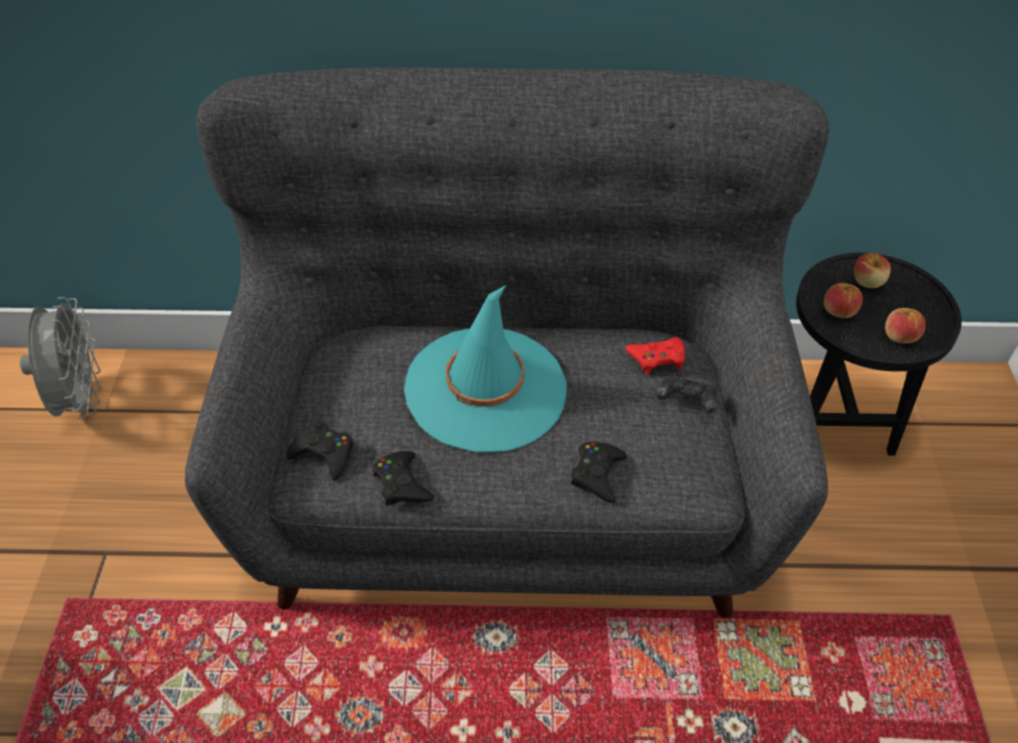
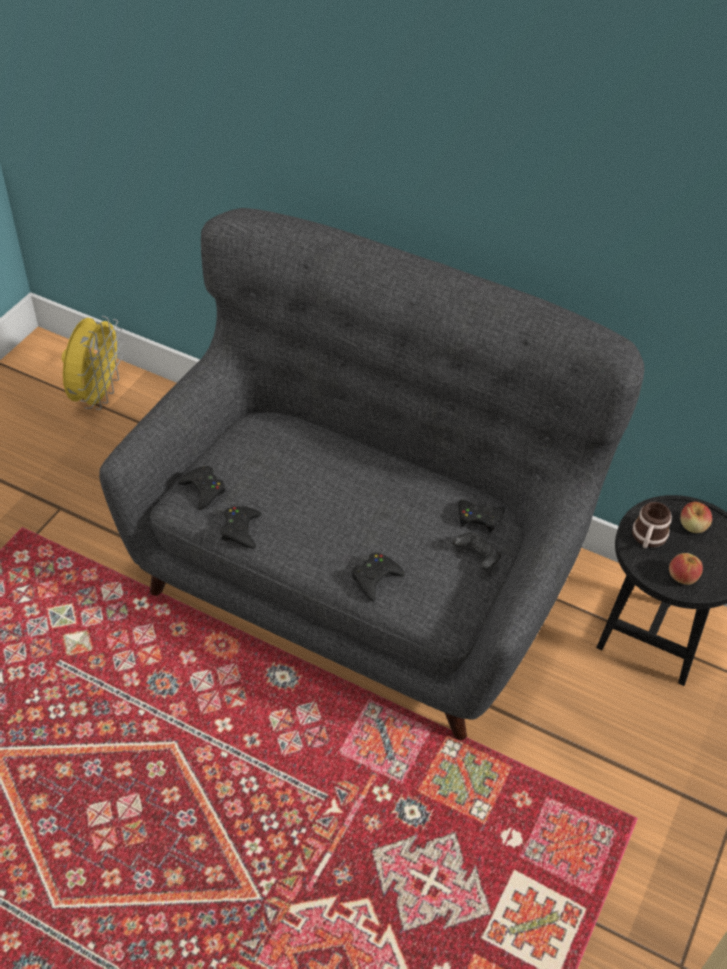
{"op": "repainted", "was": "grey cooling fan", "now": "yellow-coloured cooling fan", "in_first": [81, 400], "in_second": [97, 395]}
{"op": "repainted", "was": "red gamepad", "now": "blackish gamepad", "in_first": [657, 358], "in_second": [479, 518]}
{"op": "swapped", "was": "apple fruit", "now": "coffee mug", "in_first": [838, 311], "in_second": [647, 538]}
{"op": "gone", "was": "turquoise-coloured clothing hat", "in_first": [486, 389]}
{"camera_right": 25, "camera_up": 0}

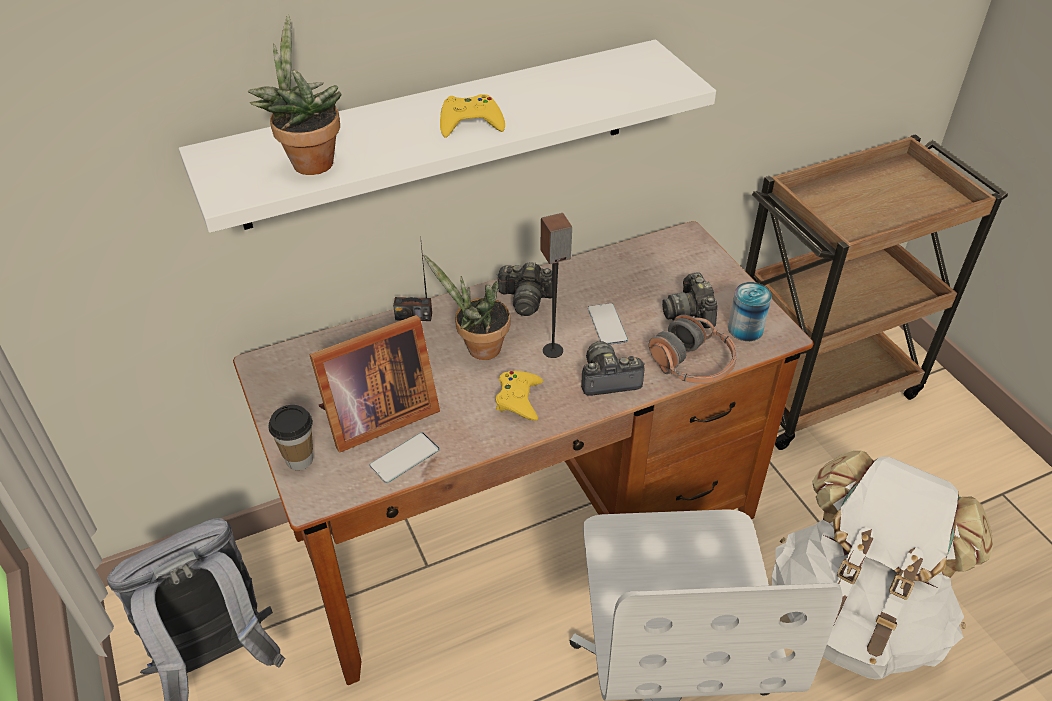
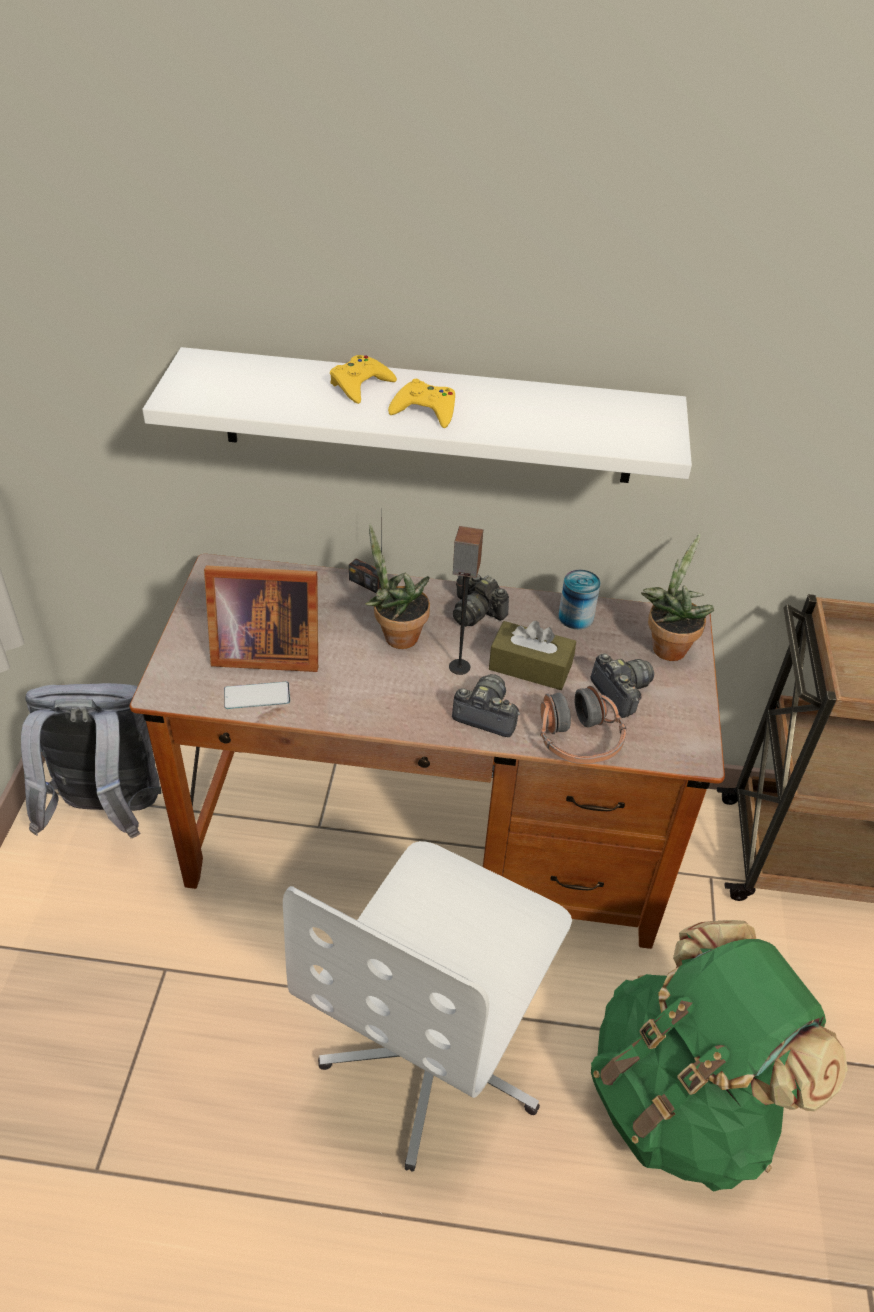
{"op": "shifted", "was": "yellow-coloured gamepad", "in_first": [519, 399], "in_second": [360, 385]}
{"op": "swapped", "was": "telephone", "now": "brown-coloured tissue box", "in_first": [607, 324], "in_second": [530, 667]}
{"op": "shifted", "was": "sealed can", "in_first": [745, 329], "in_second": [575, 617]}
{"op": "rotated", "was": "still camera", "in_first": [690, 312], "in_second": [621, 692], "clockwise": 135}
{"op": "repainted", "was": "whitish knapsack", "now": "green knapsack", "in_first": [855, 615], "in_second": [683, 1098]}
{"op": "shifted", "was": "plant in a pot", "in_first": [309, 161], "in_second": [667, 645]}
{"op": "gone", "was": "drinking cup", "in_first": [299, 460]}
{"camera_right": 30, "camera_up": 0}

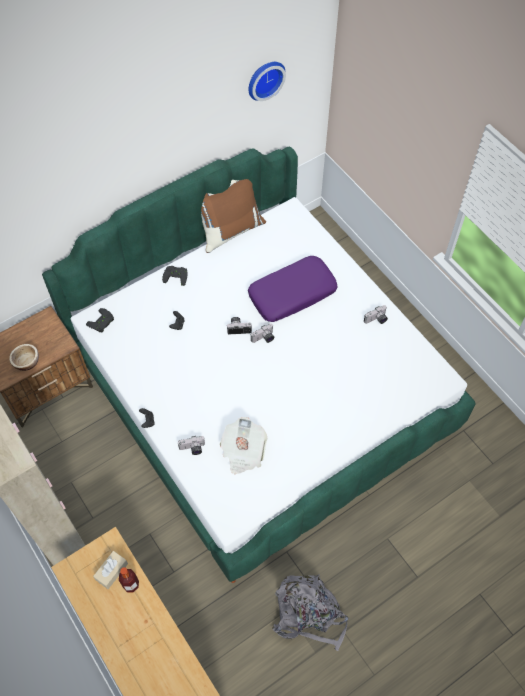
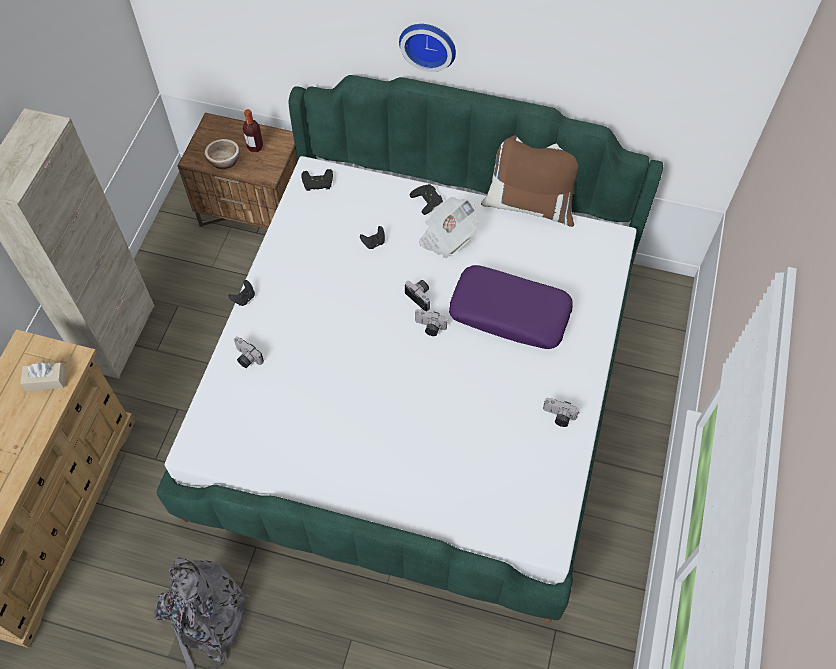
{"op": "shifted", "was": "beverage bottle", "in_first": [131, 585], "in_second": [255, 147]}
{"op": "shifted", "was": "wall clock", "in_first": [264, 79], "in_second": [428, 43]}
{"op": "shifted", "was": "daily paper", "in_first": [243, 452], "in_second": [447, 237]}
{"camera_right": 50, "camera_up": 0}

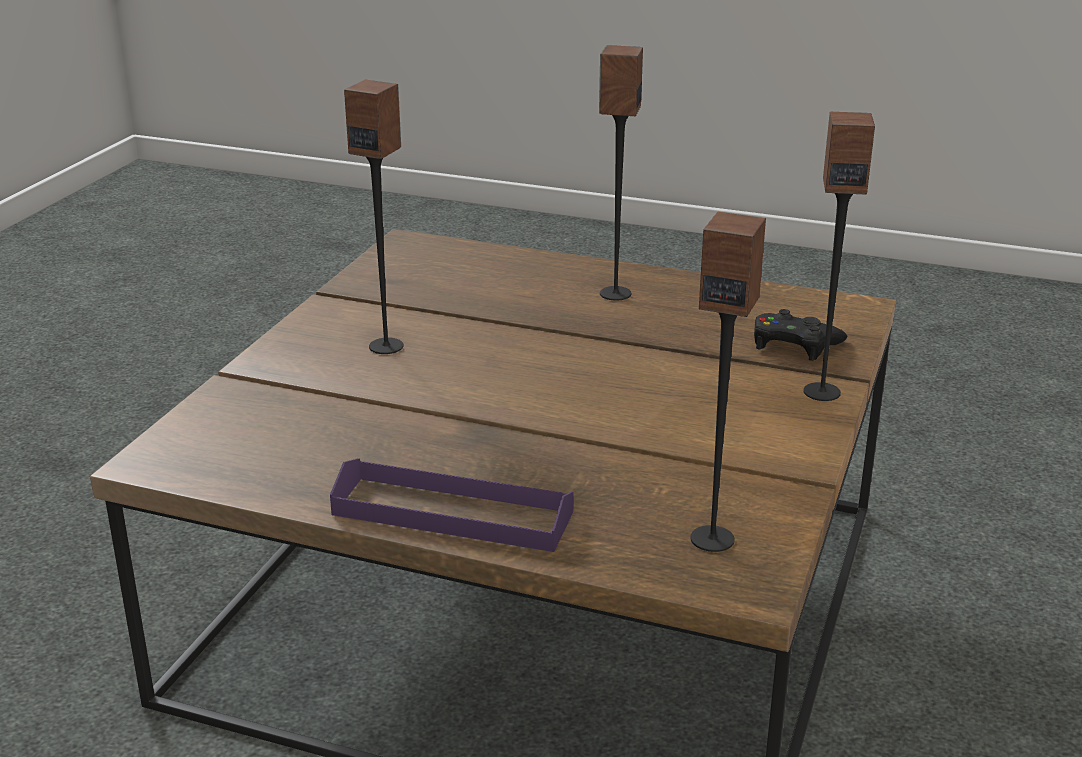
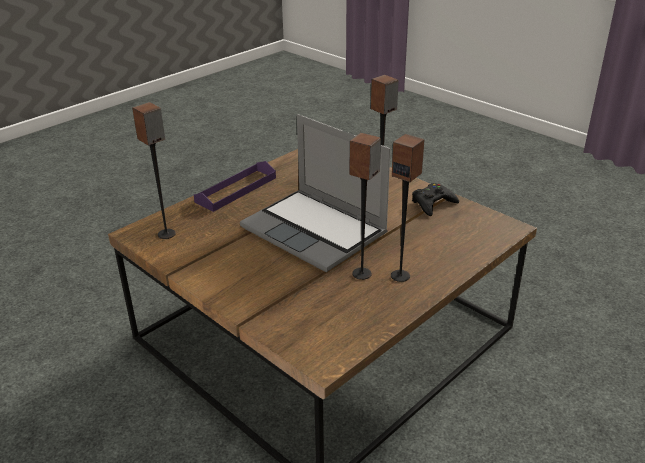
{"op": "new", "now": "portable computer", "in_second": [316, 231]}
{"op": "shifted", "was": "speaker", "in_first": [822, 392], "in_second": [362, 274]}
{"op": "shifted", "was": "blackish gamepad", "in_first": [794, 344], "in_second": [433, 203]}
{"camera_right": 115, "camera_up": 5}

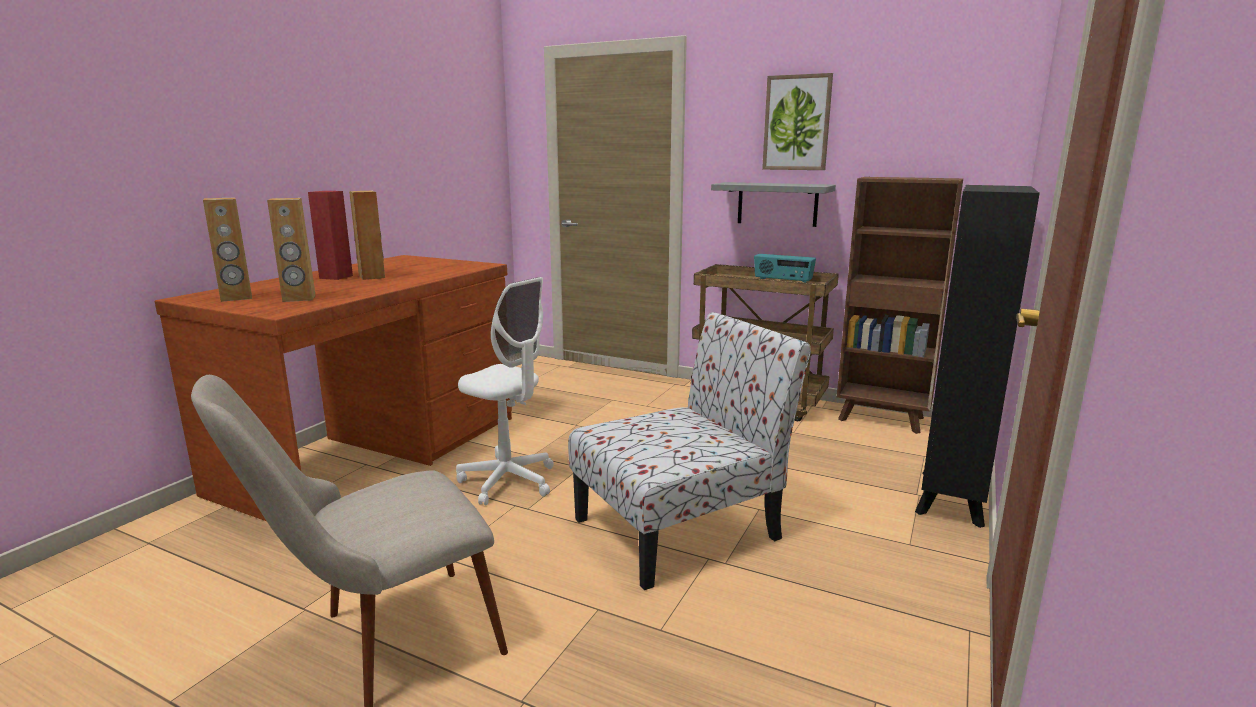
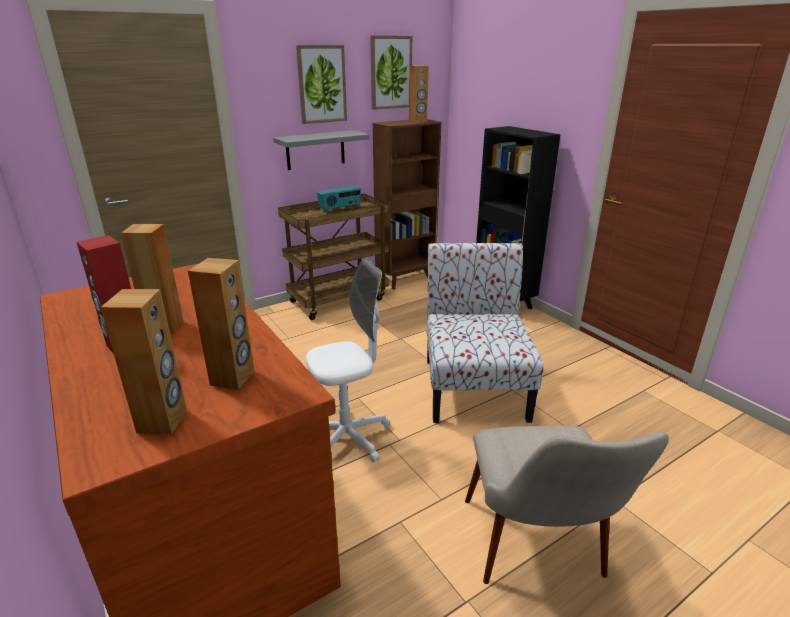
{"op": "new", "now": "picture", "in_second": [390, 72]}
{"op": "new", "now": "brown-coloured speaker", "in_second": [418, 121]}
{"camera_right": -60, "camera_up": 10}

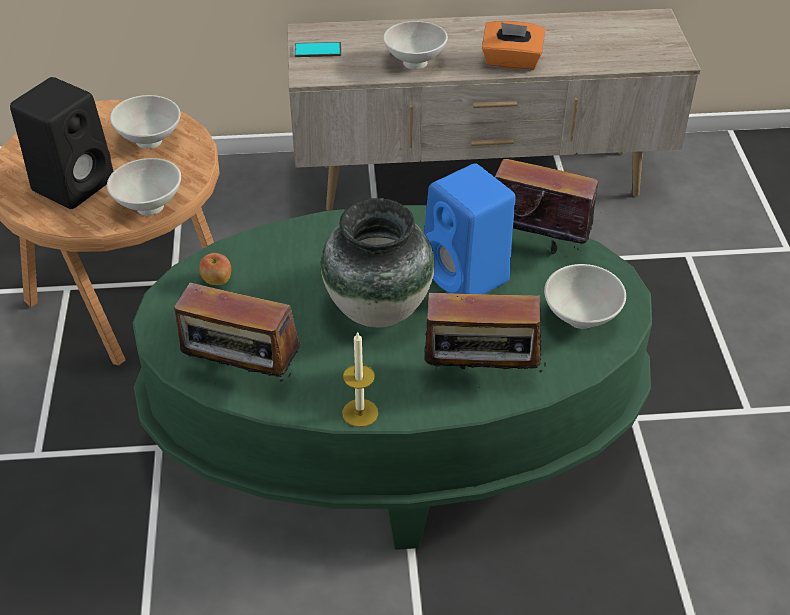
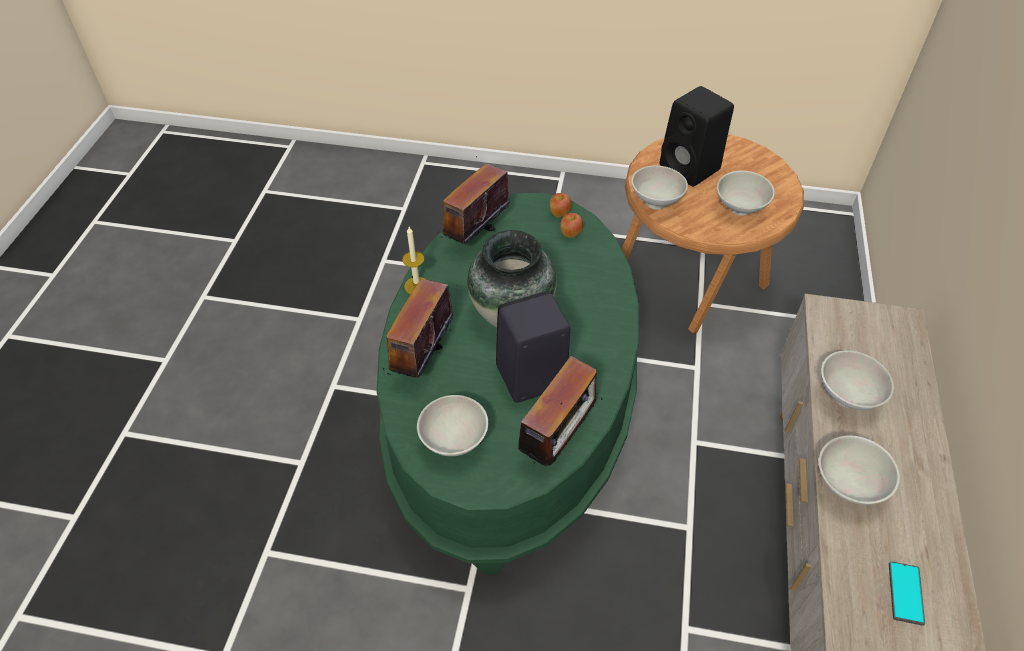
{"op": "repainted", "was": "blue-coloured speaker", "now": "blackish speaker", "in_first": [468, 277], "in_second": [529, 377]}
{"op": "new", "now": "apple fruit", "in_second": [559, 213]}
{"op": "swapped", "was": "orange-coloured tissue box", "now": "whitish bowl", "in_first": [511, 62], "in_second": [848, 487]}
{"op": "shifted", "was": "telephone", "in_first": [318, 50], "in_second": [906, 593]}
{"camera_right": 105, "camera_up": 5}

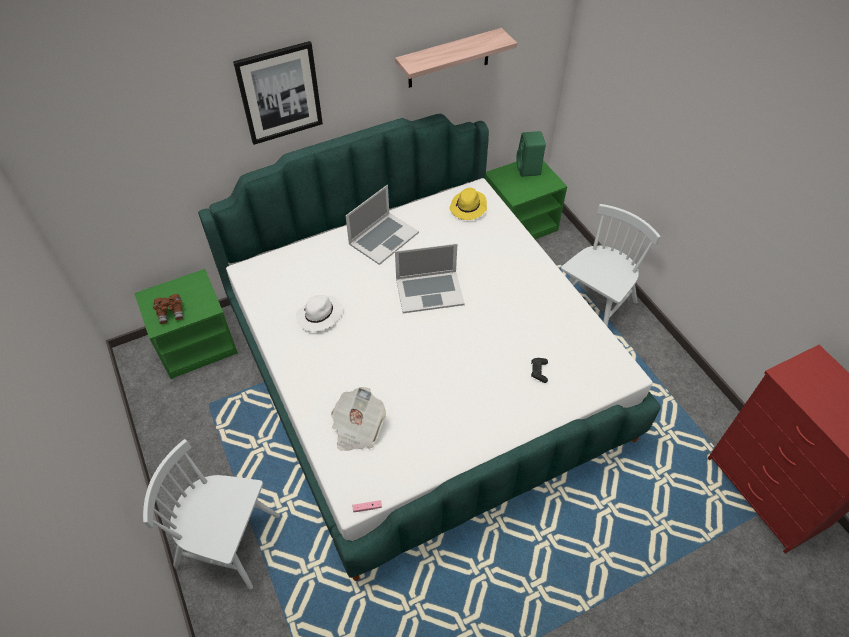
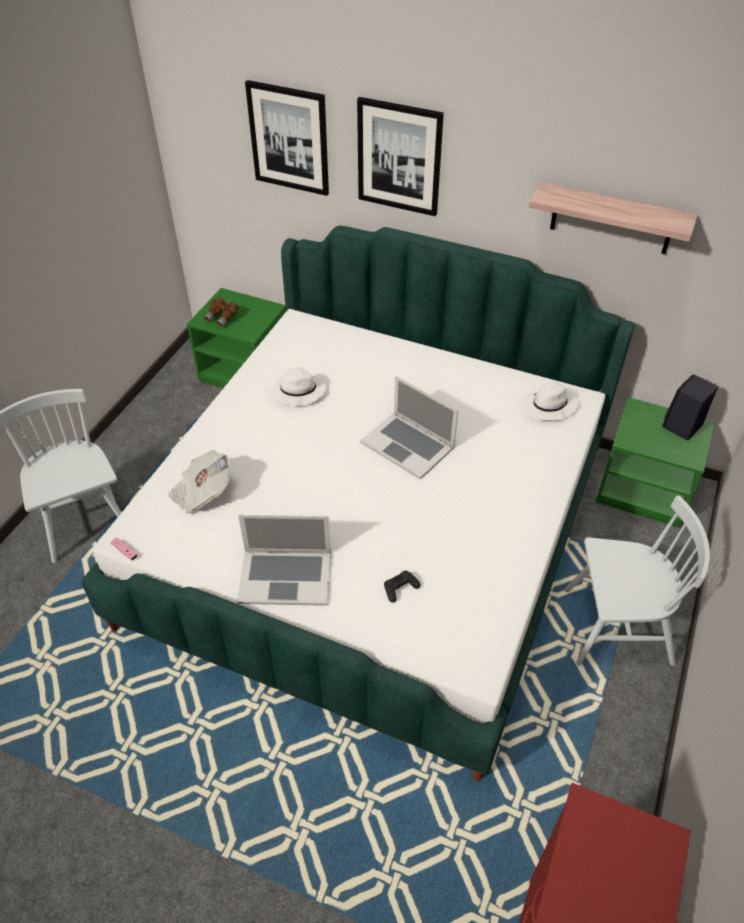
{"op": "shifted", "was": "portable computer", "in_first": [383, 238], "in_second": [285, 576]}
{"op": "new", "now": "picture", "in_second": [289, 138]}
{"op": "repainted", "was": "yellow-coloured clothing hat", "now": "whitish clothing hat", "in_first": [468, 208], "in_second": [548, 407]}
{"op": "repainted", "was": "green speaker", "now": "blackish speaker", "in_first": [529, 169], "in_second": [682, 427]}
{"camera_right": 50, "camera_up": -5}

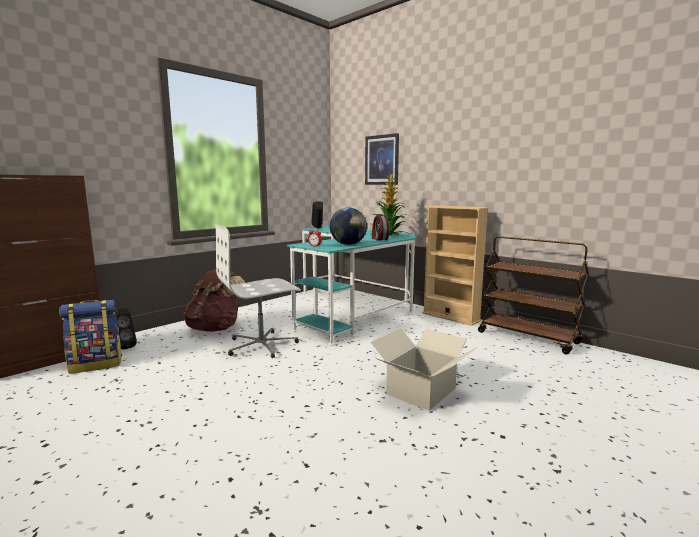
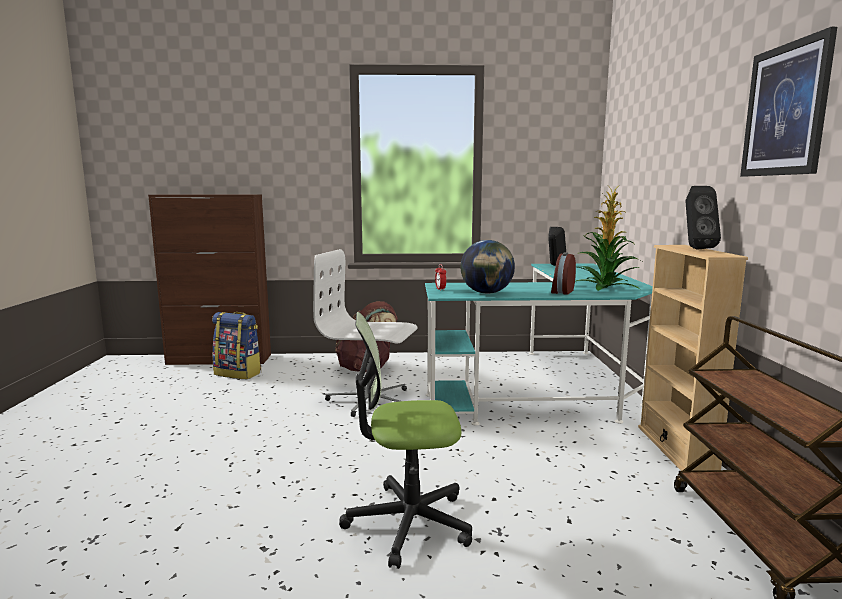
{"op": "swapped", "was": "carton", "now": "computer chair", "in_first": [420, 391], "in_second": [408, 522]}
{"op": "shifted", "was": "blackish speaker", "in_first": [124, 347], "in_second": [695, 249]}
{"op": "shifted", "was": "picture", "in_first": [382, 160], "in_second": [785, 110]}
{"camera_right": 45, "camera_up": 0}

